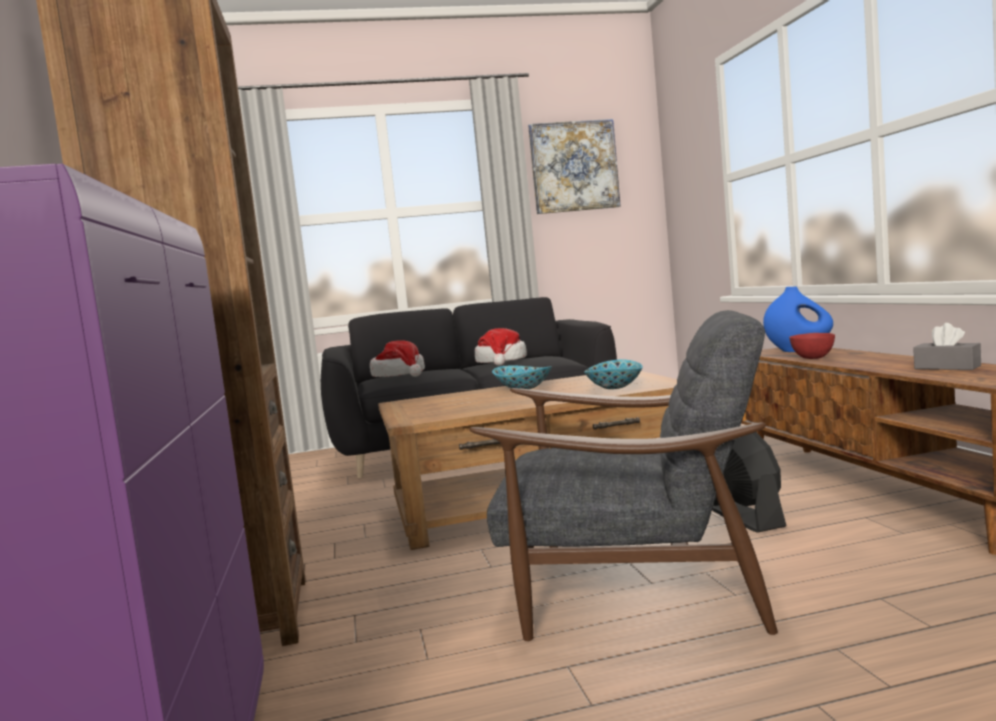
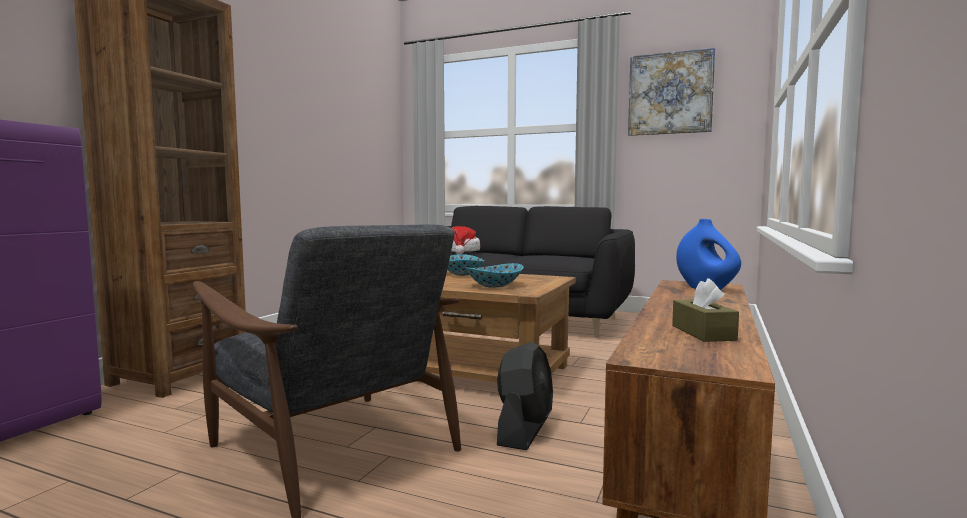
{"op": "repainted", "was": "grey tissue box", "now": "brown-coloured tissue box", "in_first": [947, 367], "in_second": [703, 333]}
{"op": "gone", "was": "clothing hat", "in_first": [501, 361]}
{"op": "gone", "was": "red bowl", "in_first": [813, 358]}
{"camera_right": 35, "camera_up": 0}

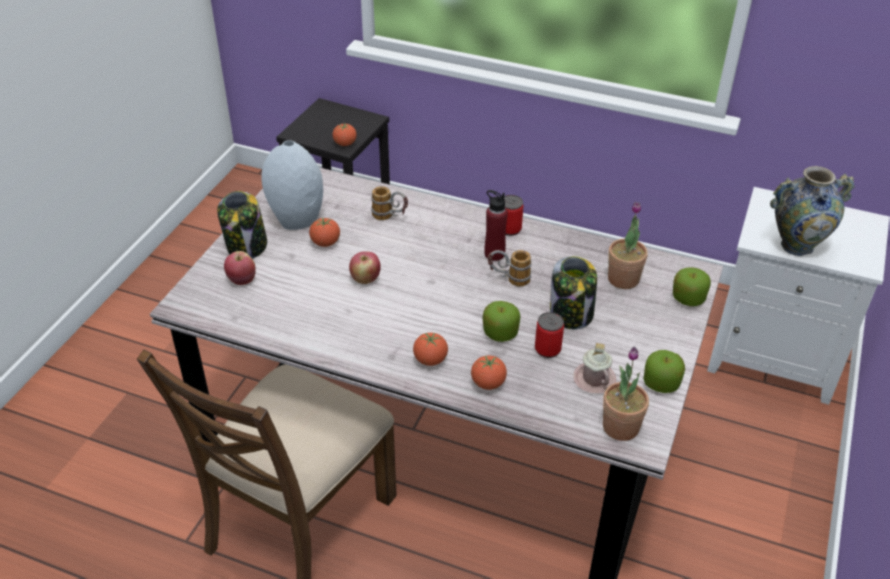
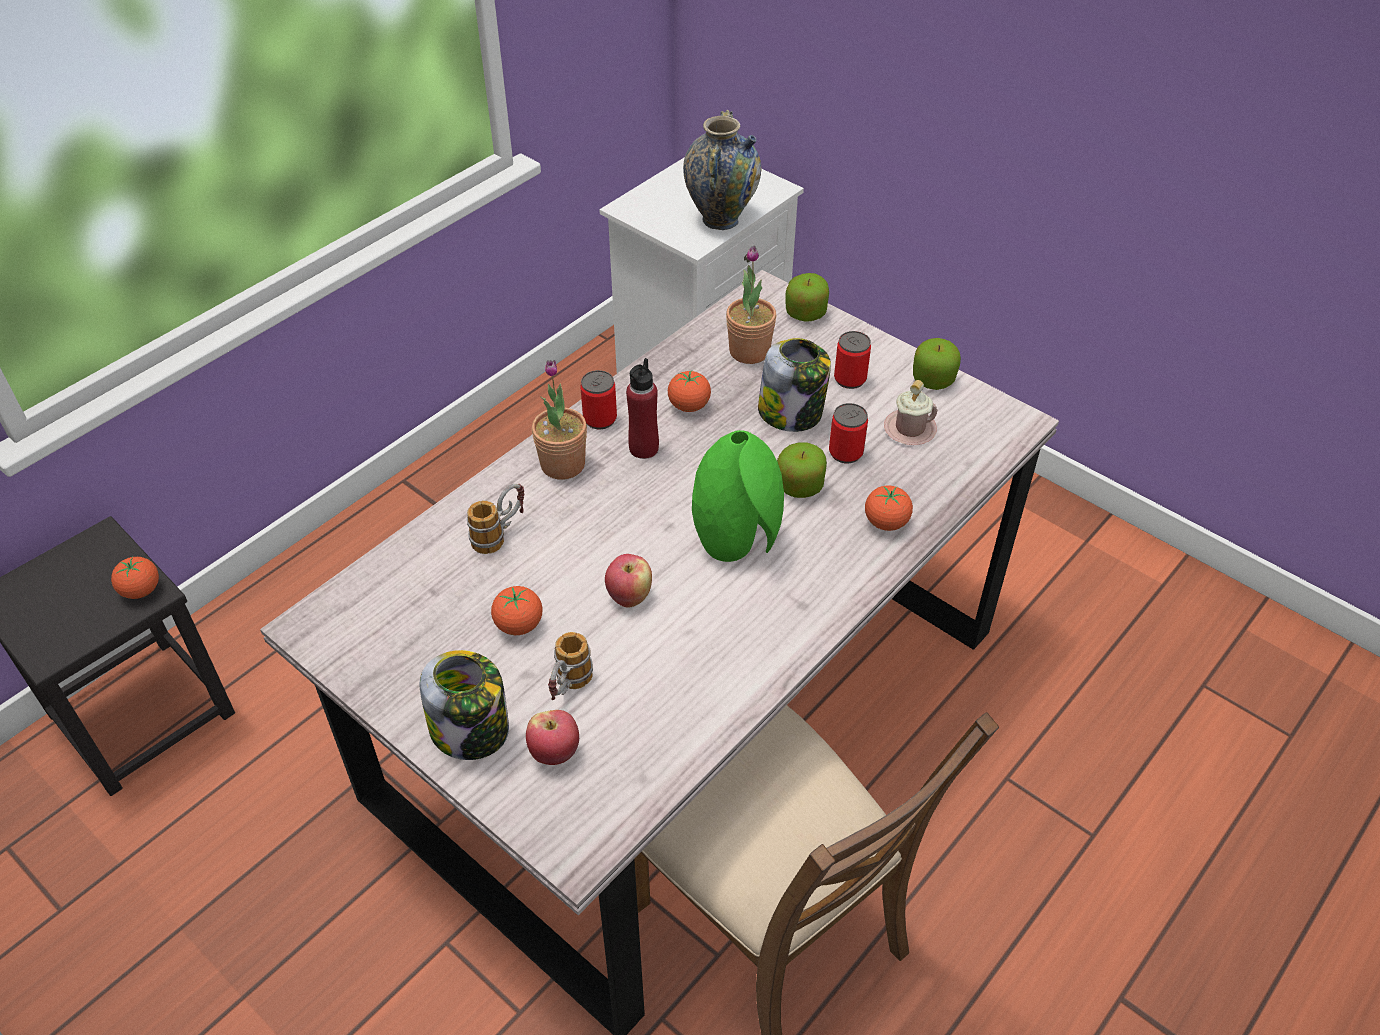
{"op": "shifted", "was": "plant in a pot", "in_first": [620, 427], "in_second": [563, 464]}
{"op": "shifted", "was": "coffee mug", "in_first": [508, 279], "in_second": [568, 688]}
{"op": "shifted", "was": "whole tomato", "in_first": [430, 360], "in_second": [689, 406]}
{"op": "new", "now": "green vase", "in_second": [738, 540]}
{"op": "new", "now": "sealed can", "in_second": [850, 379]}
{"op": "gone", "was": "grey vase", "in_first": [297, 218]}
{"camera_right": -70, "camera_up": 5}

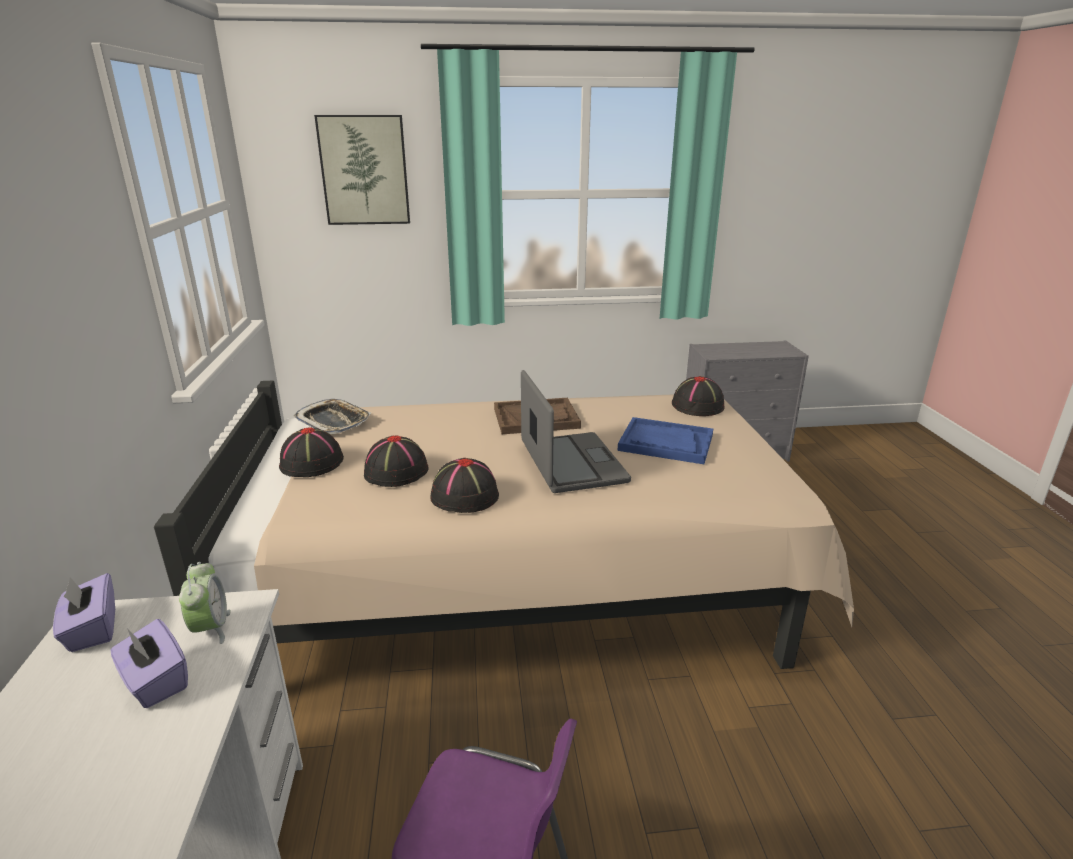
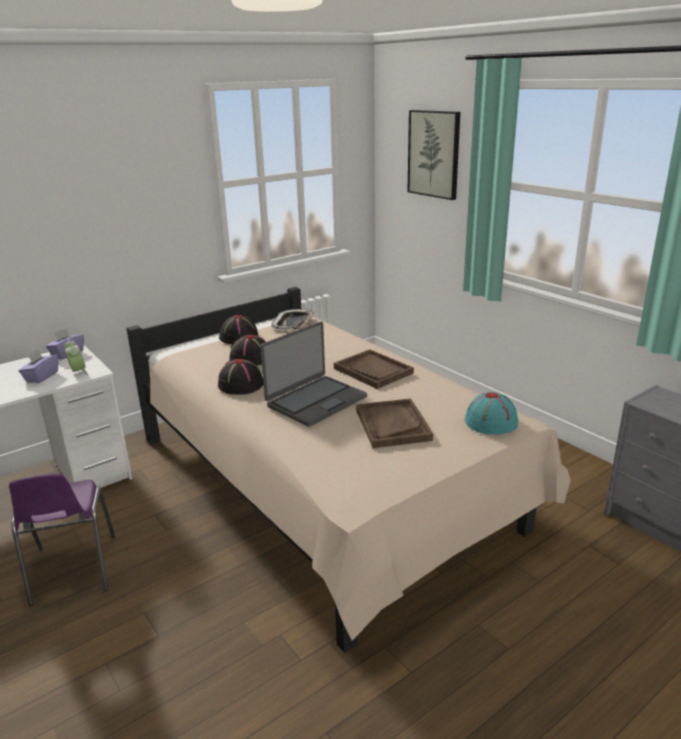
{"op": "rotated", "was": "alarm clock", "in_first": [211, 628], "in_second": [78, 372], "clockwise": -75}
{"op": "repainted", "was": "blue-coloured serving tray", "now": "brown-coloured serving tray", "in_first": [665, 443], "in_second": [392, 425]}
{"op": "repainted", "was": "blackish clothing hat", "now": "turquoise-coloured clothing hat", "in_first": [698, 405], "in_second": [491, 422]}
{"camera_right": 60, "camera_up": 0}

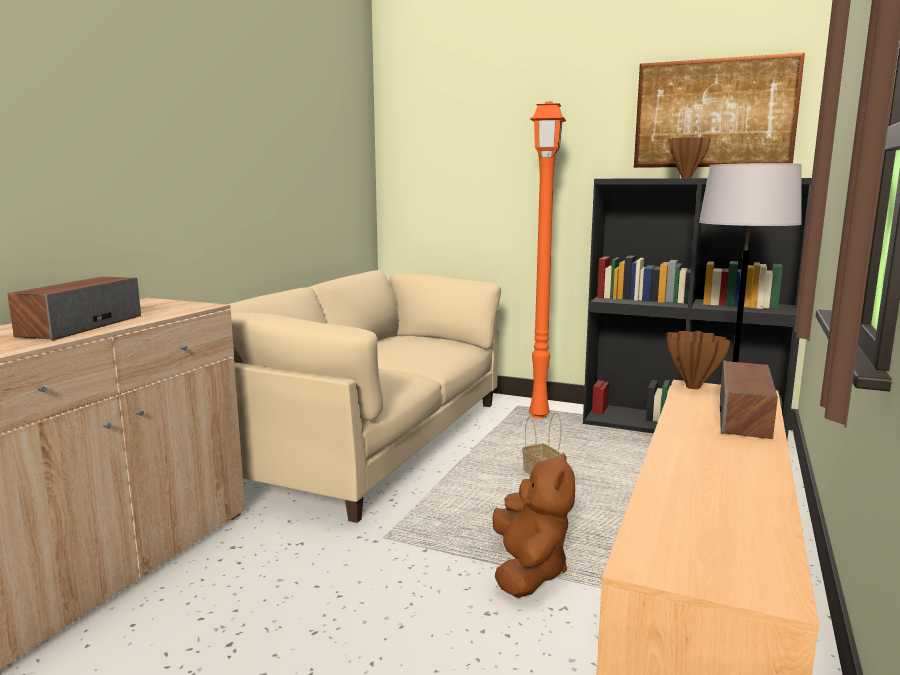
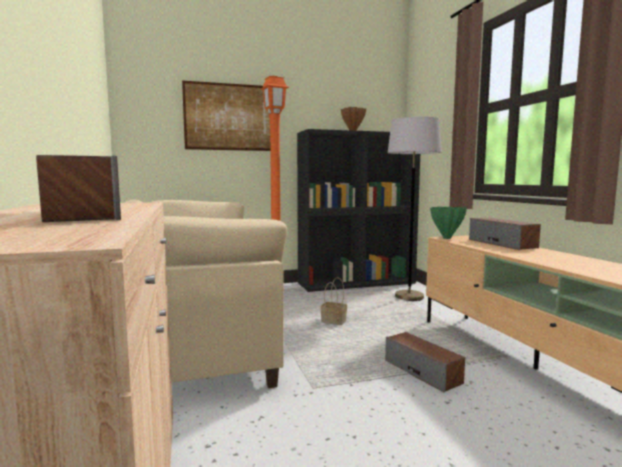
{"op": "shifted", "was": "picture", "in_first": [714, 113], "in_second": [232, 117]}
{"op": "swapped", "was": "brown-coloured plush toy", "now": "speaker", "in_first": [528, 571], "in_second": [422, 372]}
{"op": "repainted", "was": "brown-coloured vase", "now": "green vase", "in_first": [691, 387], "in_second": [446, 238]}
{"camera_right": -40, "camera_up": -5}

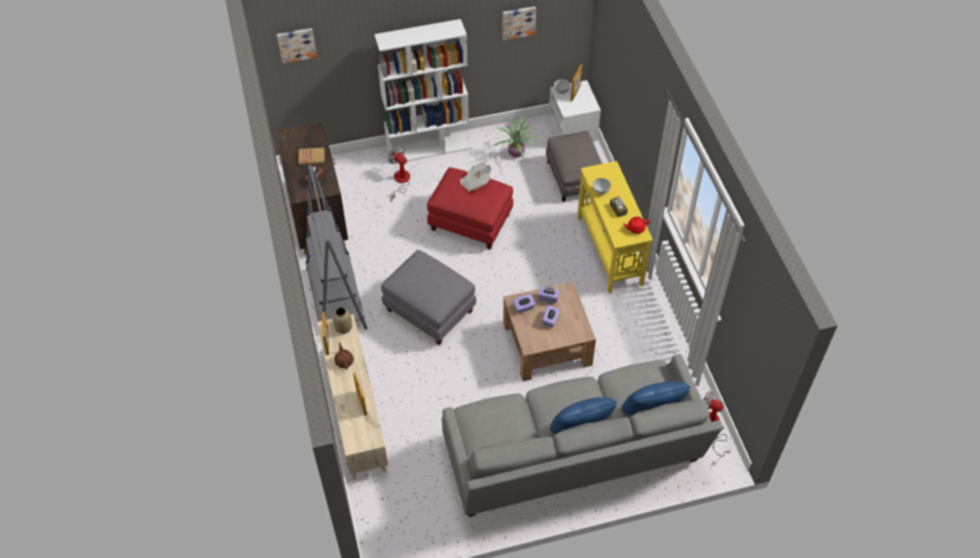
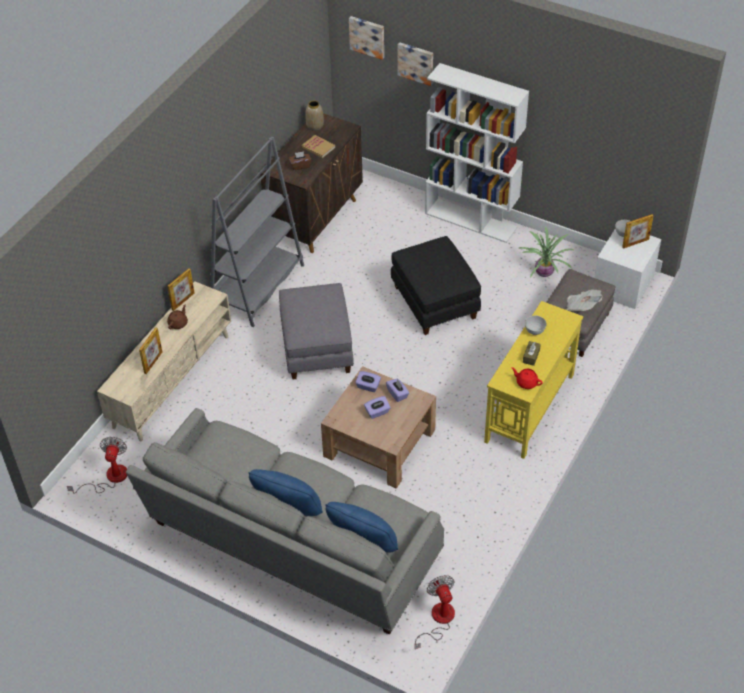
{"op": "shifted", "was": "cooling fan", "in_first": [400, 181], "in_second": [109, 478]}
{"op": "shifted", "was": "vase", "in_first": [343, 328], "in_second": [314, 126]}
{"op": "repainted", "was": "red pouffe", "now": "blackish pouffe", "in_first": [471, 222], "in_second": [435, 302]}
{"op": "shifted", "was": "picture", "in_first": [518, 22], "in_second": [416, 63]}
{"op": "shifted", "was": "daily paper", "in_first": [475, 182], "in_second": [582, 306]}
{"camera_right": 45, "camera_up": -5}

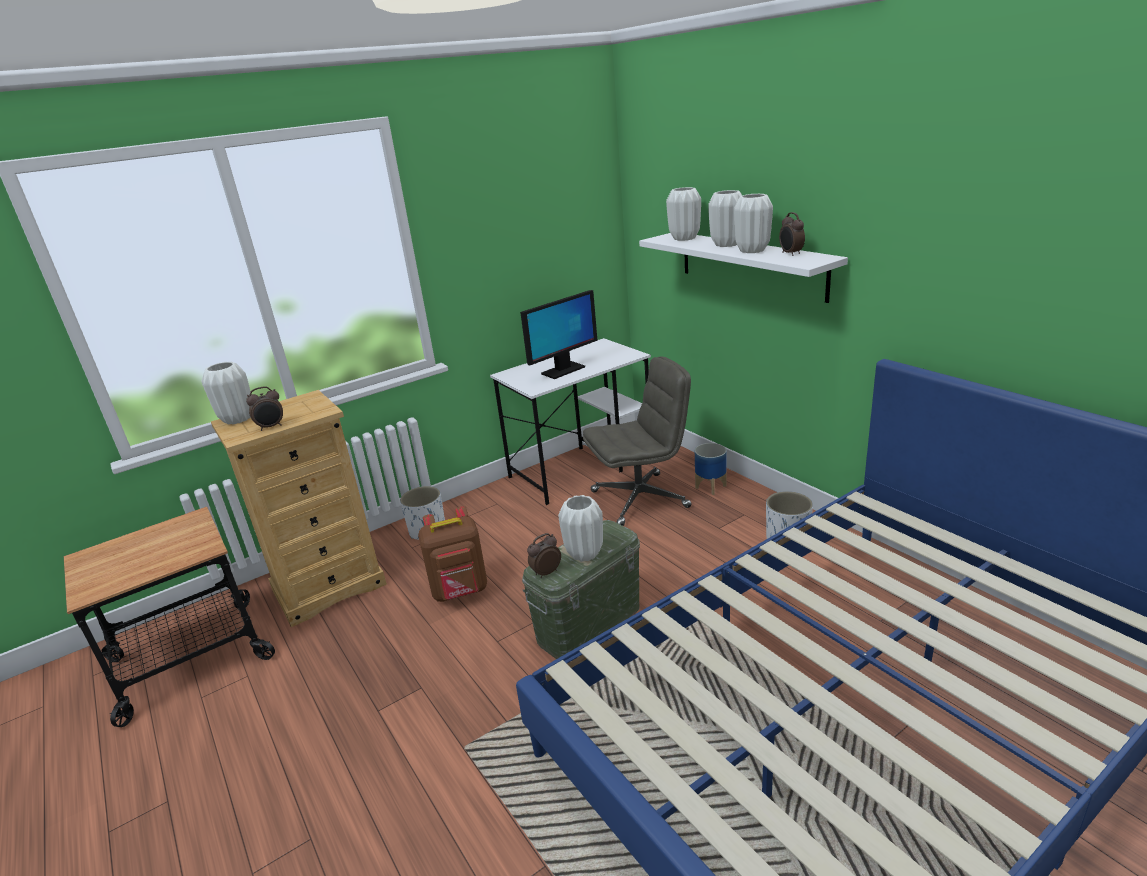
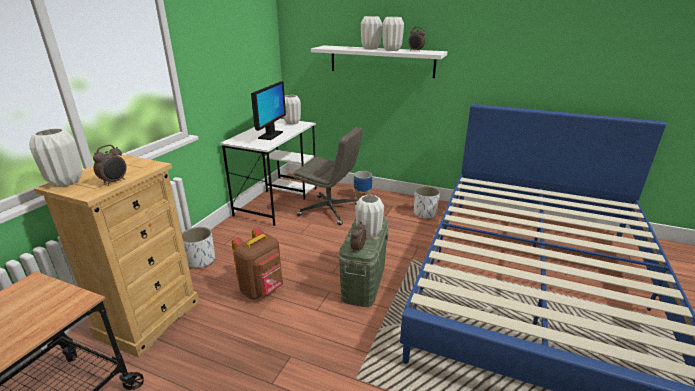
{"op": "shifted", "was": "whitish vase", "in_first": [684, 238], "in_second": [292, 123]}
{"op": "rotated", "was": "grey computer chair", "in_first": [641, 498], "in_second": [330, 210], "clockwise": 75}
{"camera_right": -35, "camera_up": 0}

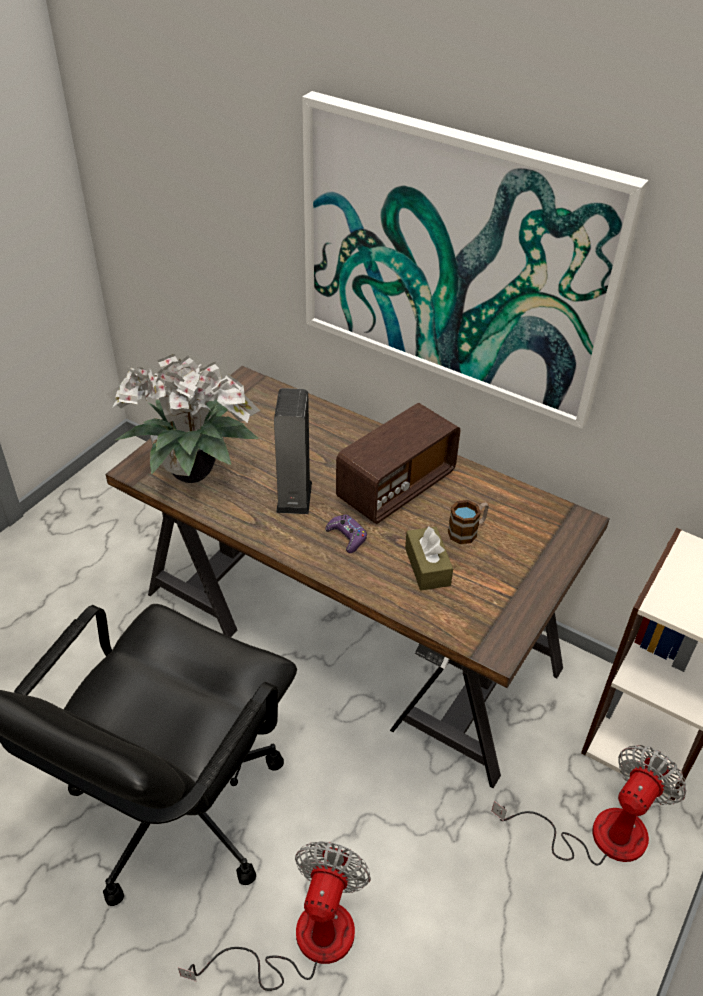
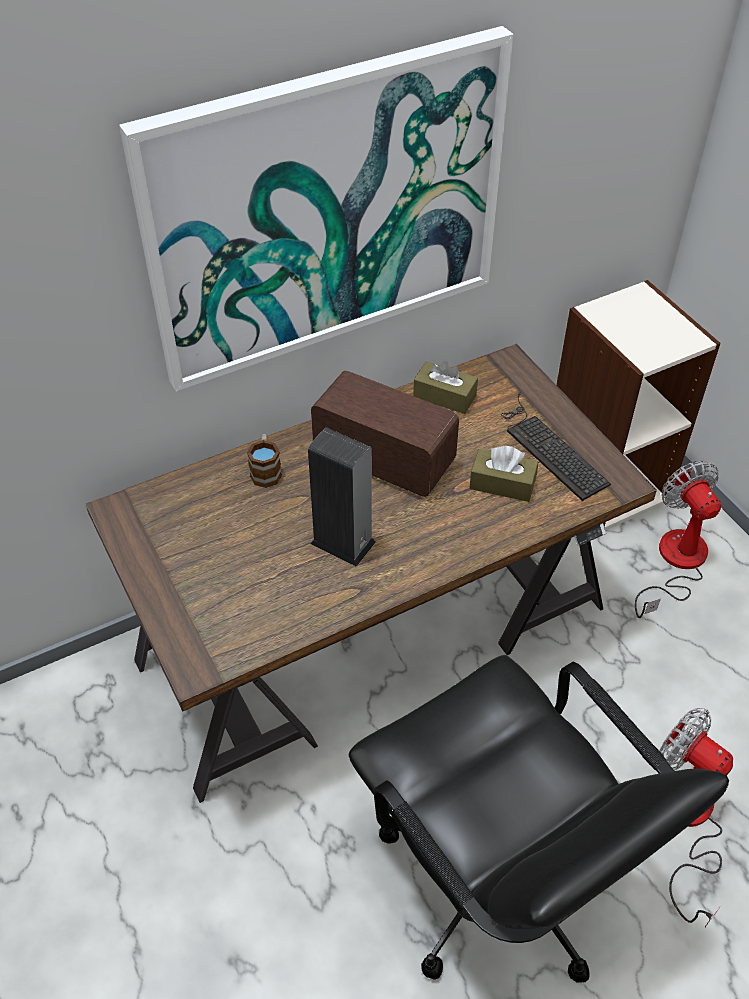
{"op": "shifted", "was": "coffee mug", "in_first": [467, 531], "in_second": [266, 470]}
{"op": "rotated", "was": "radio", "in_first": [396, 487], "in_second": [383, 460], "clockwise": -45}
{"op": "new", "now": "brown-coloured tissue box", "in_second": [444, 396]}
{"op": "new", "now": "computer keyboard", "in_second": [549, 448]}
{"op": "gone", "was": "plant in a pot", "in_first": [196, 475]}
{"op": "gone", "was": "purple gamepad", "in_first": [347, 537]}
{"camera_right": -60, "camera_up": 5}

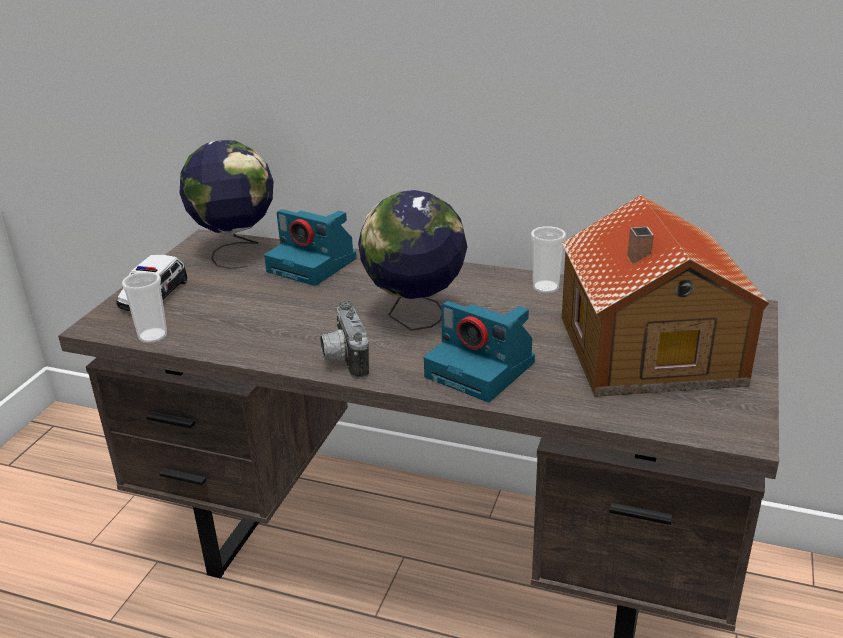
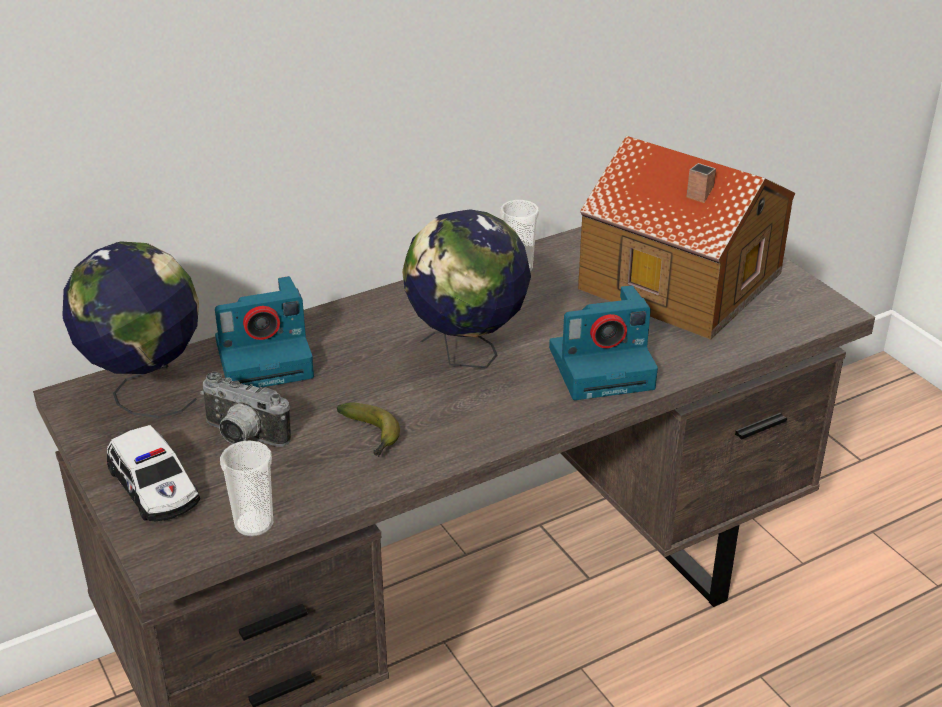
{"op": "shifted", "was": "still camera", "in_first": [343, 359], "in_second": [242, 437]}
{"op": "new", "now": "banana", "in_second": [372, 436]}
{"camera_right": -50, "camera_up": 5}

